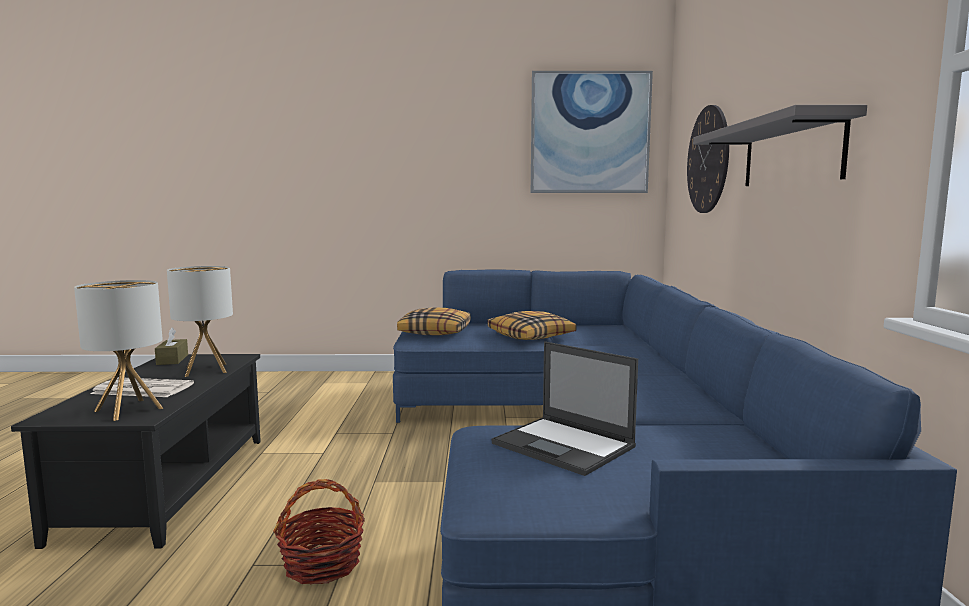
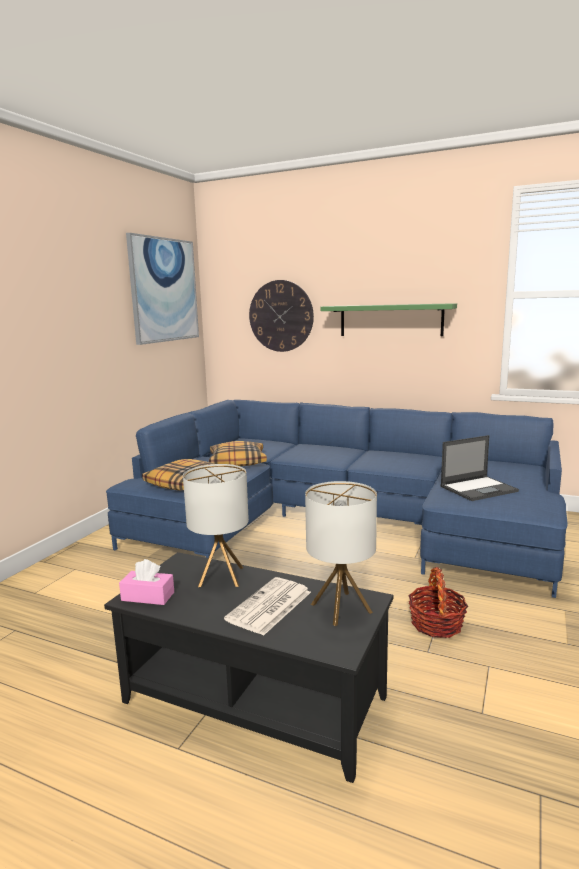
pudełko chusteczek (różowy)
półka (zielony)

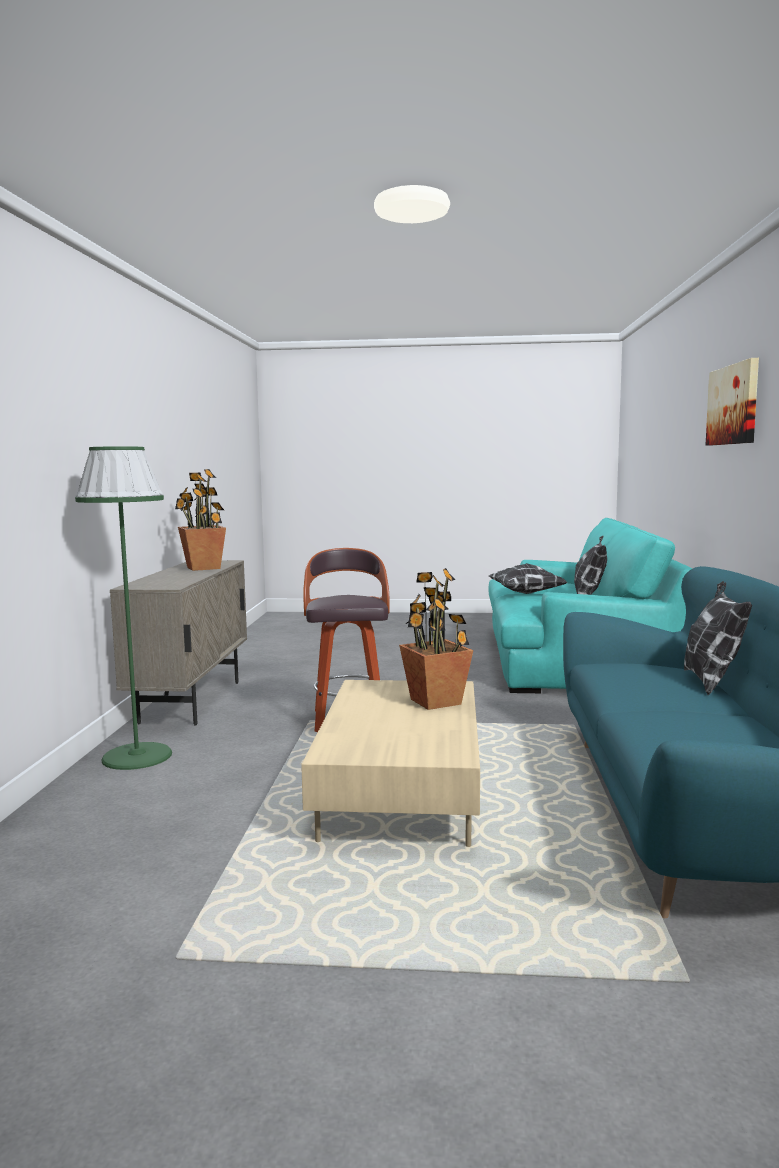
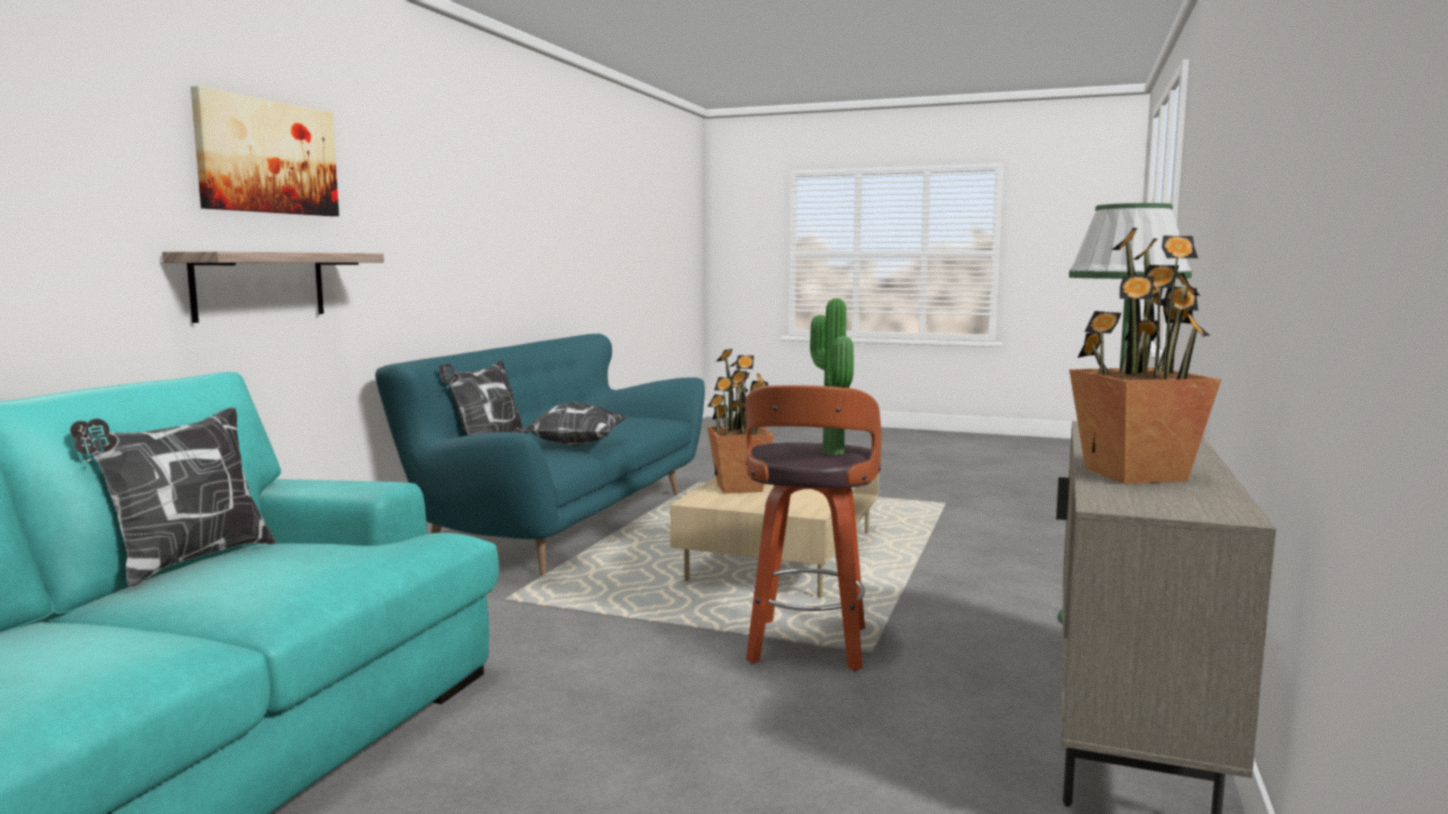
poduszka (no. 3 from left)
półka
roślina doniczkowa (no. 2 from left)

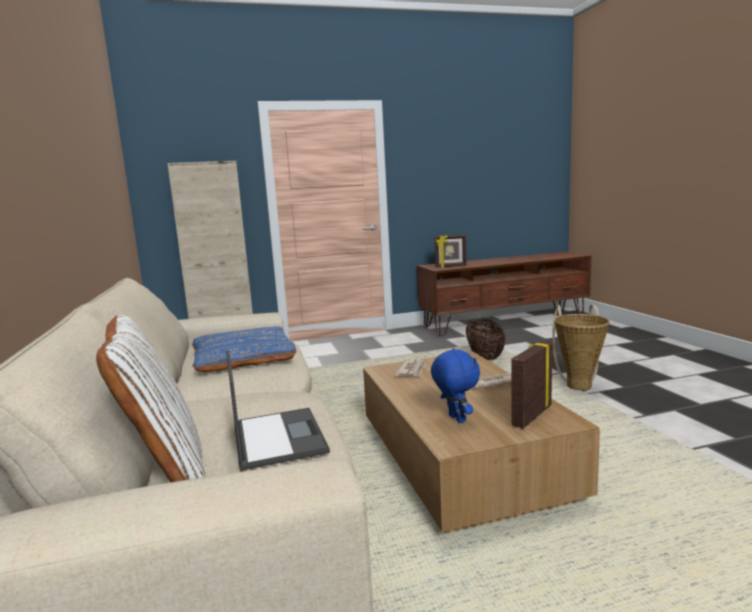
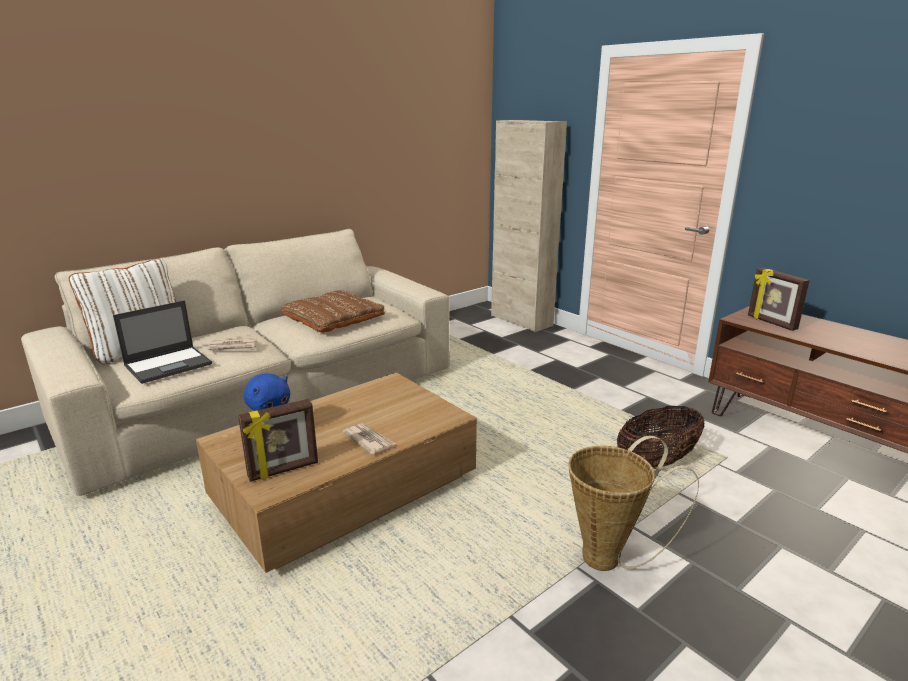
poduszka (brązowy)
gazeta (no. 1 from left)
ramka na zdjęcie (no. 1 from left)

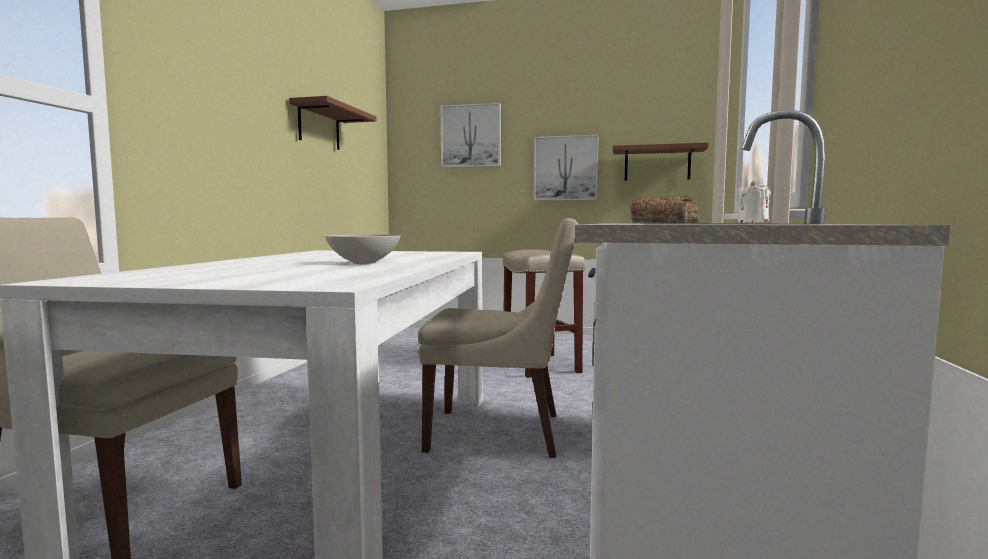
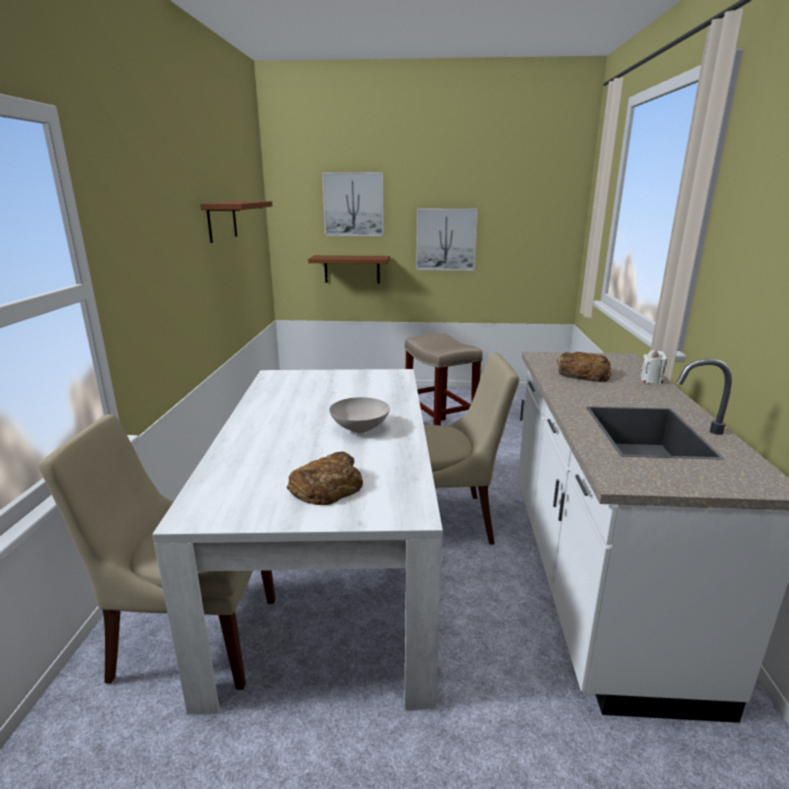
półka (brązowy) (no. 2 from left)
chleb (no. 1 from left)

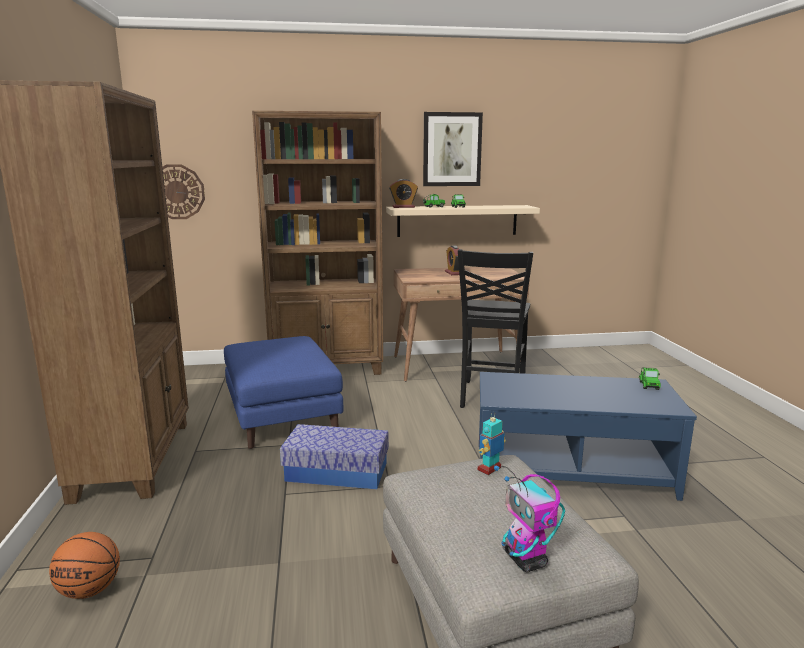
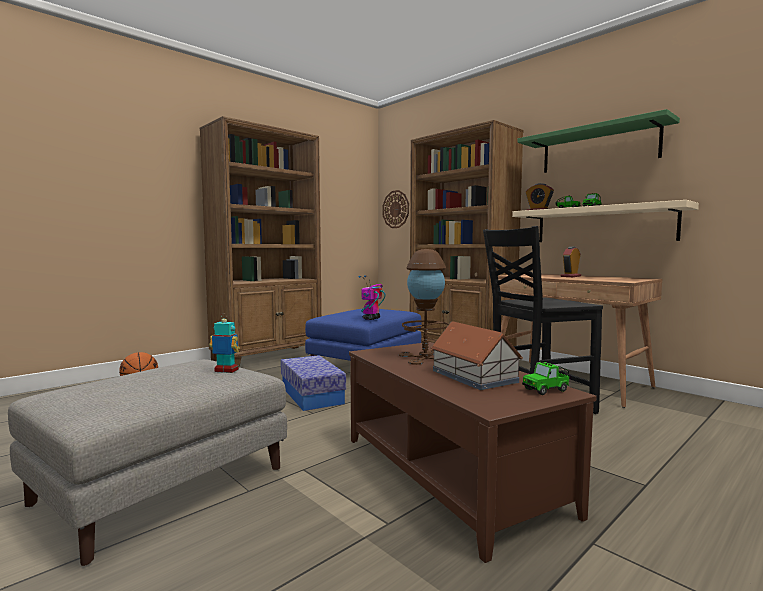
półka (zielony)
ława (brązowy)
robot zabawkowy (no. 2 from left)
lampa stołowa (brązowy)
domek

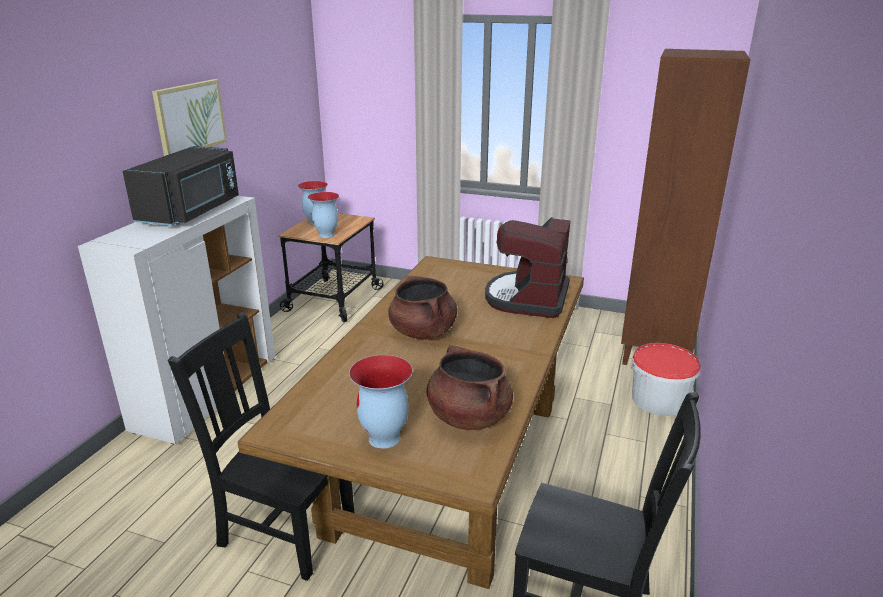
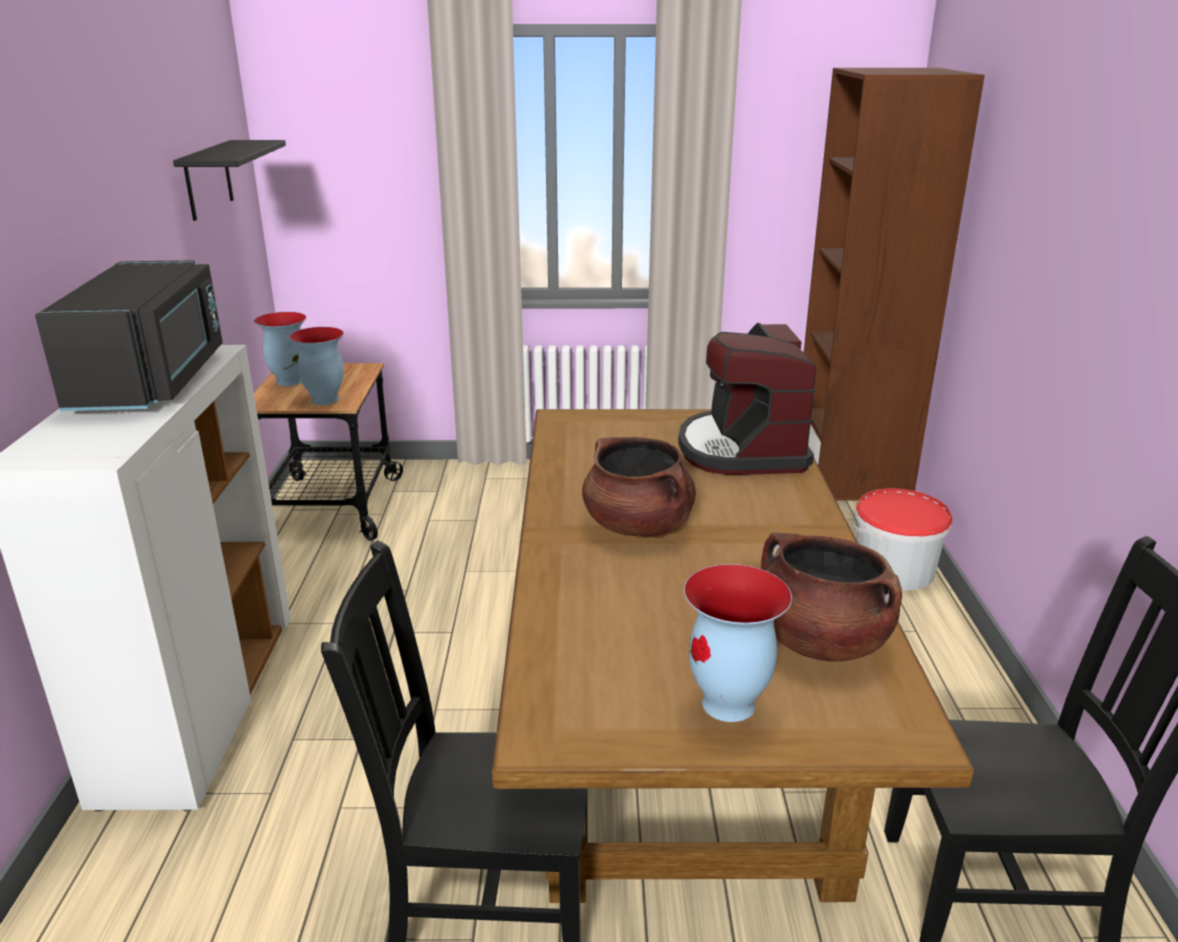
obraz
półka (czarny)

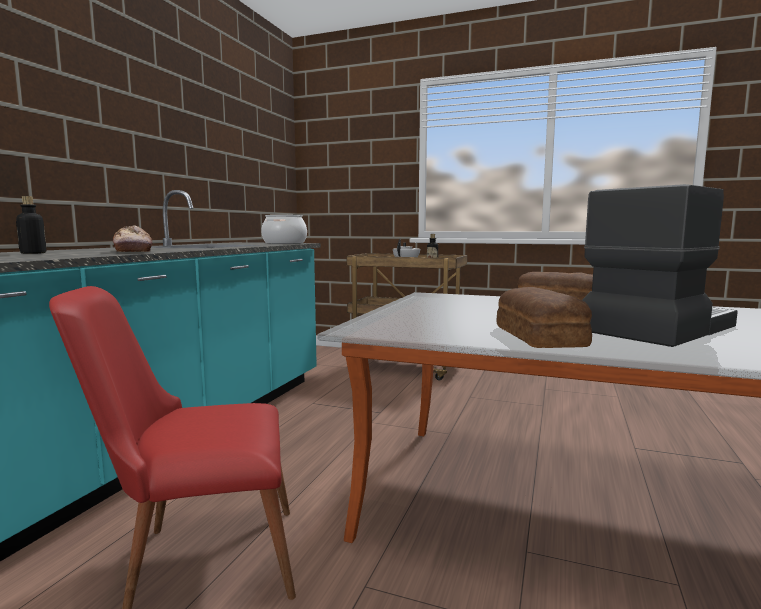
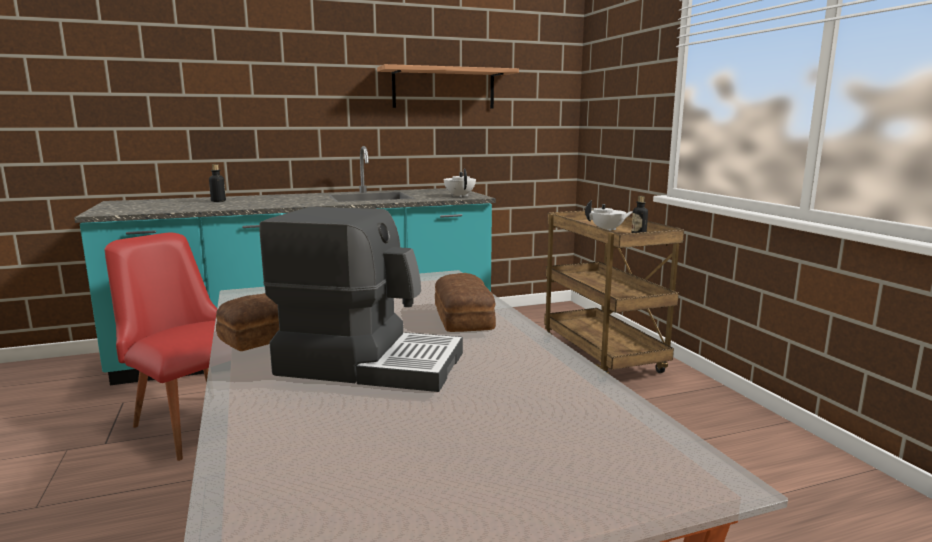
chleb (no. 1 from left in the first image)
imbryk (biały) (no. 1 from left)
półka

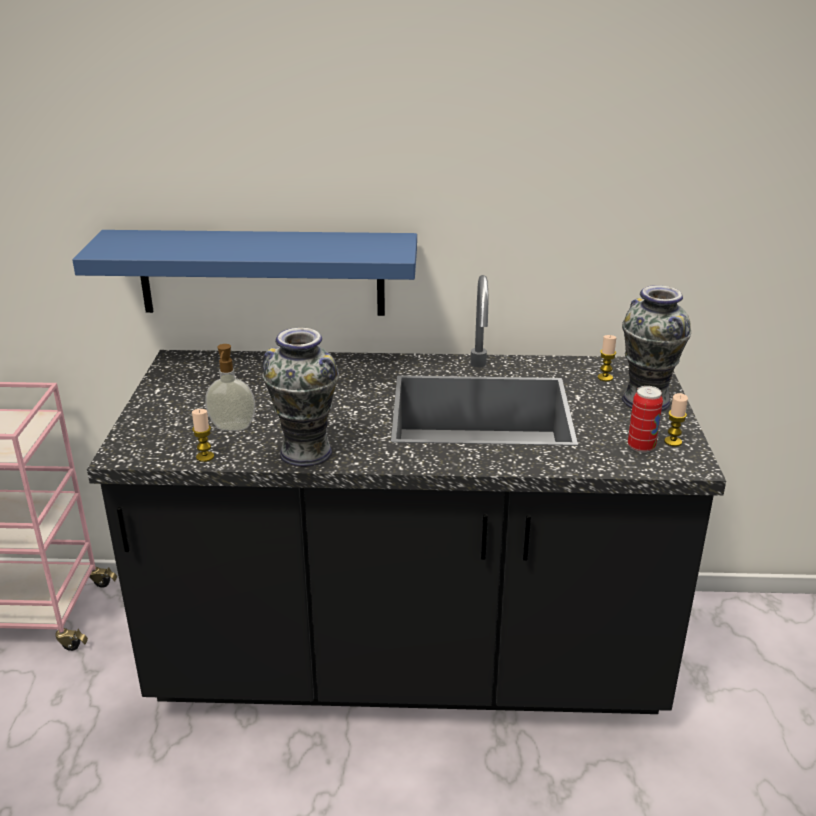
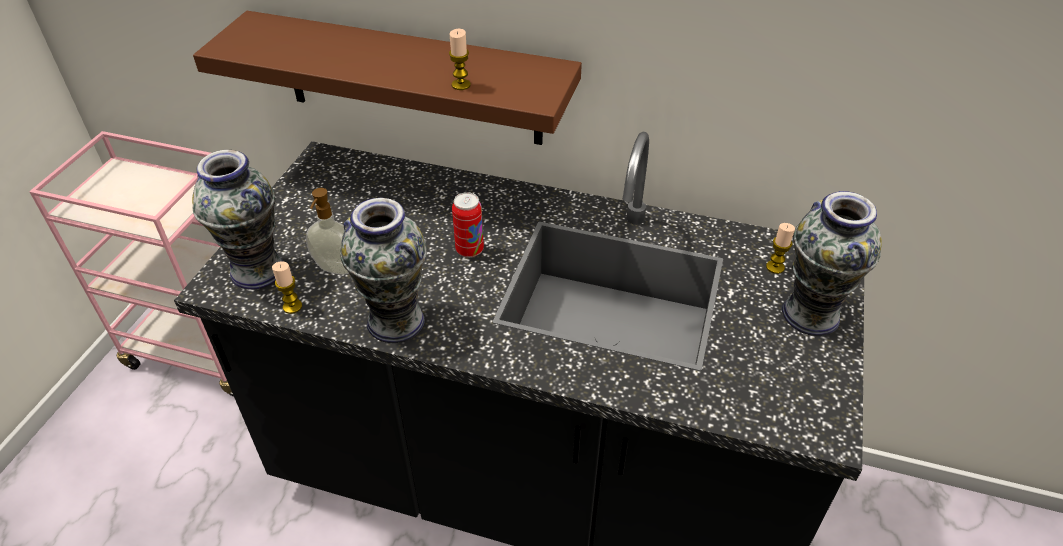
półka (brązowy)
puszka
świeca (no. 2 from left)
wazon (no. 1 from left)

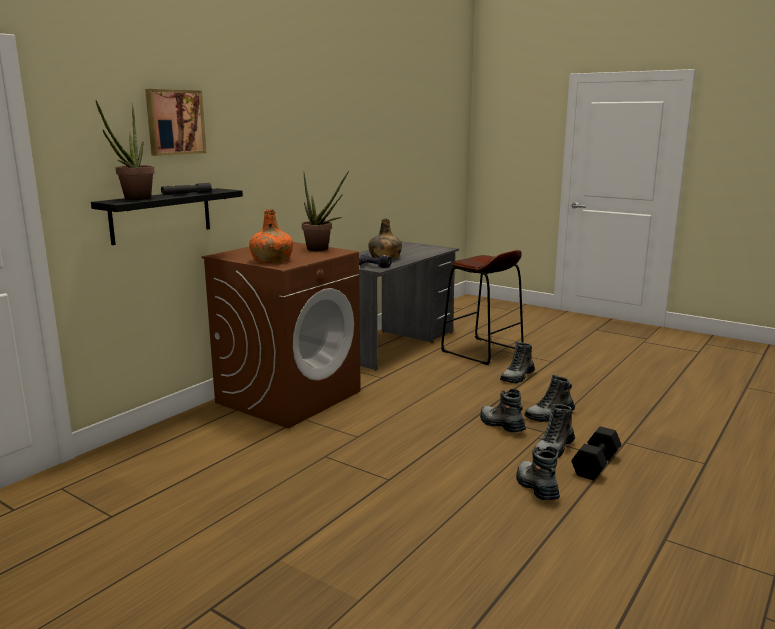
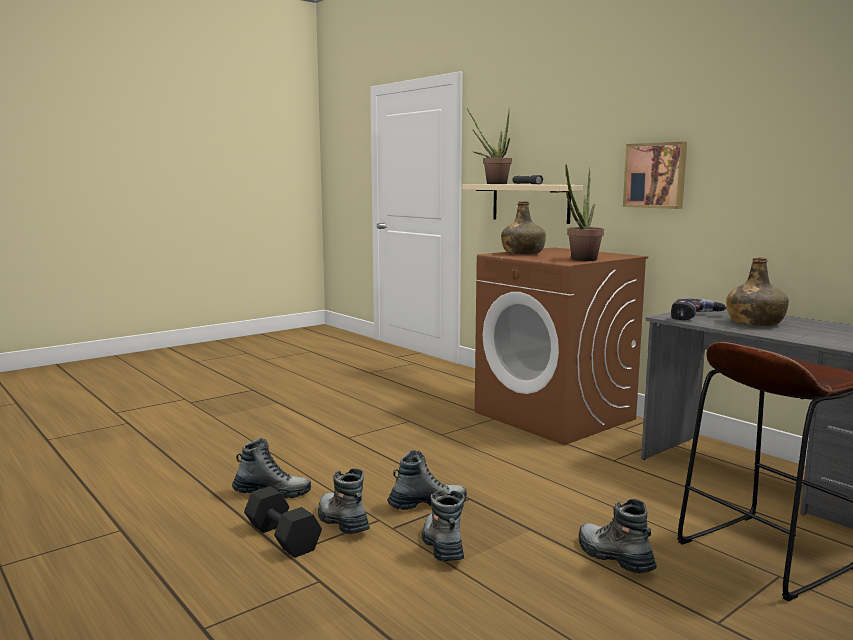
półka (beżowy)
obraz
butelka (zielony) (no. 1 from left)

